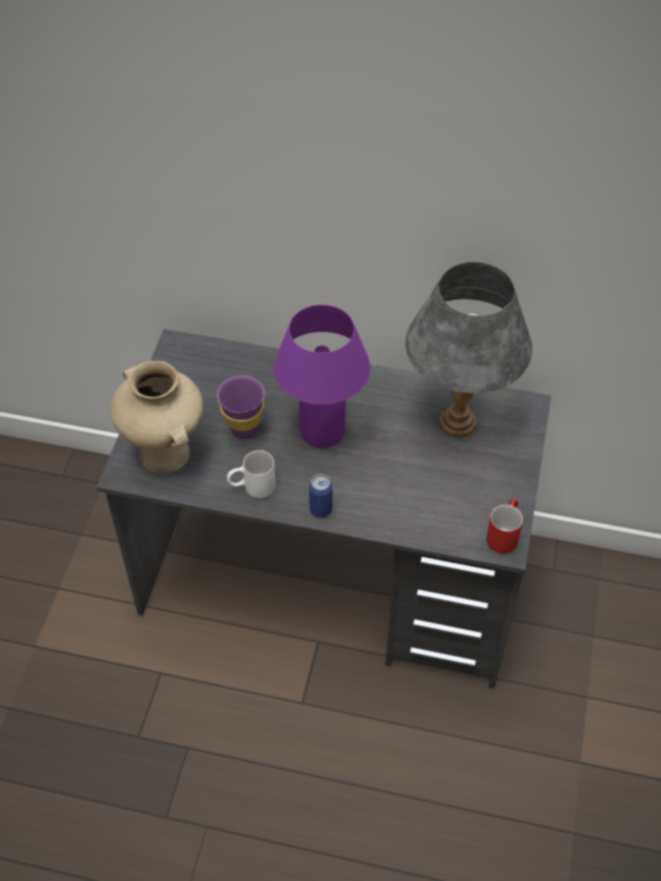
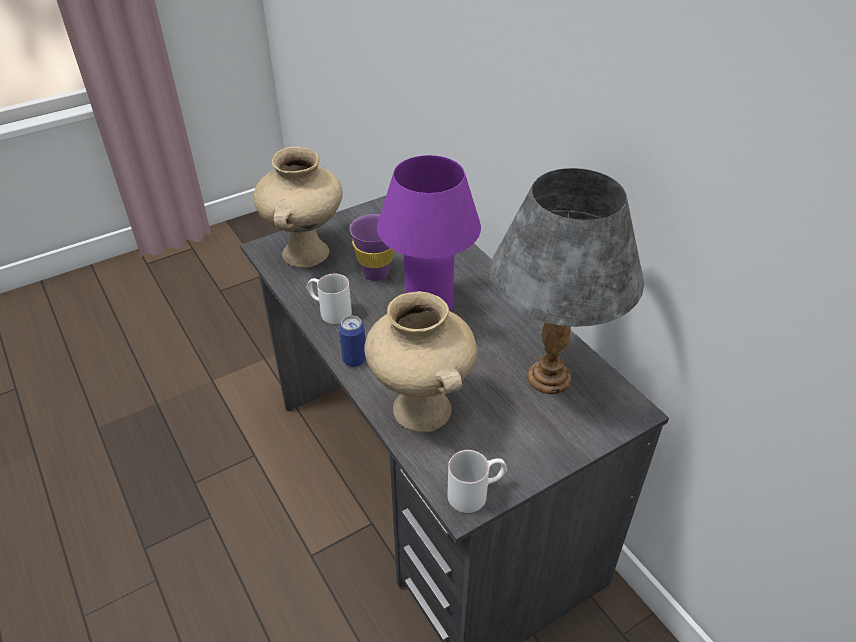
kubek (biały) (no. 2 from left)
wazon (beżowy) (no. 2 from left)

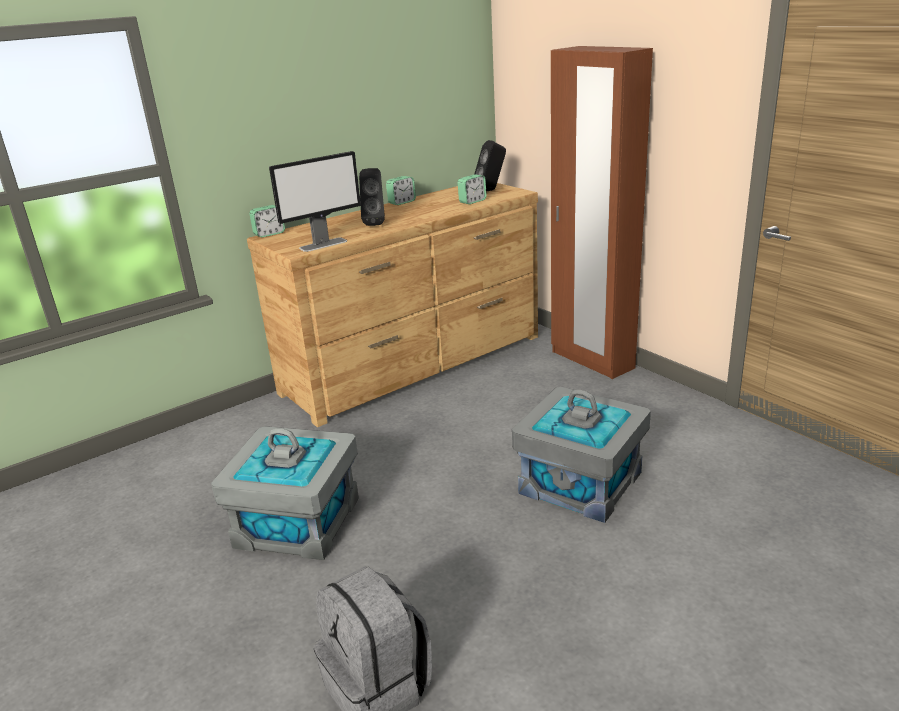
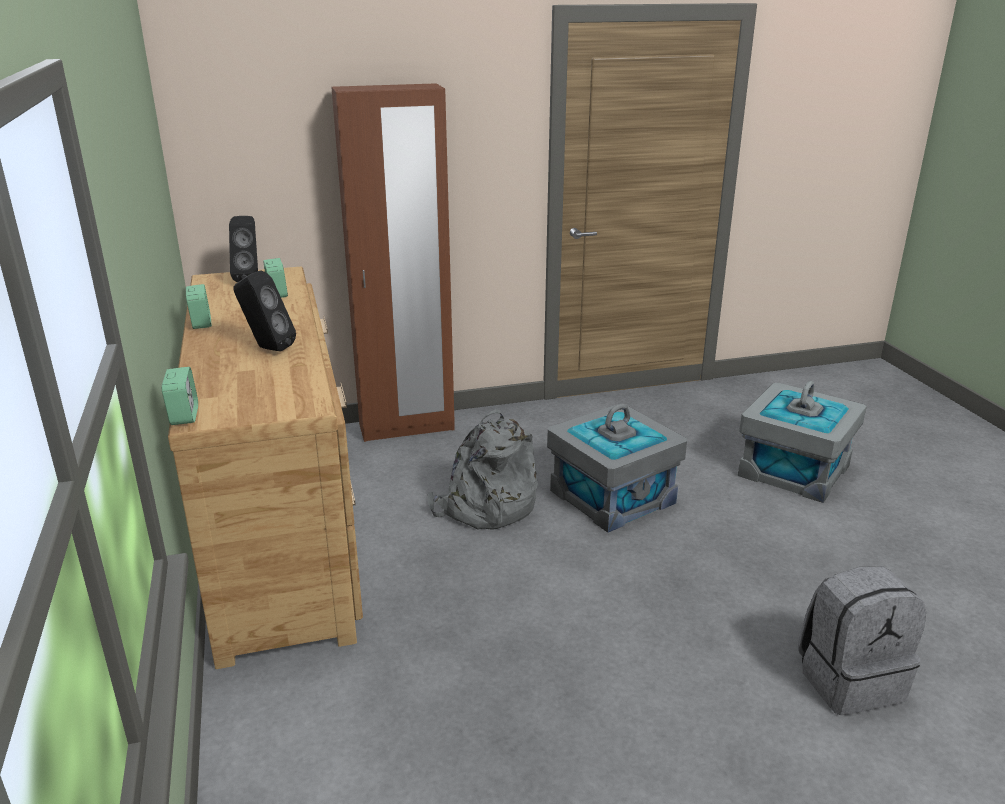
pojemnik do przechowywania (szary) (no. 2 from left)
monitor
plecak (szary) (no. 1 from left)

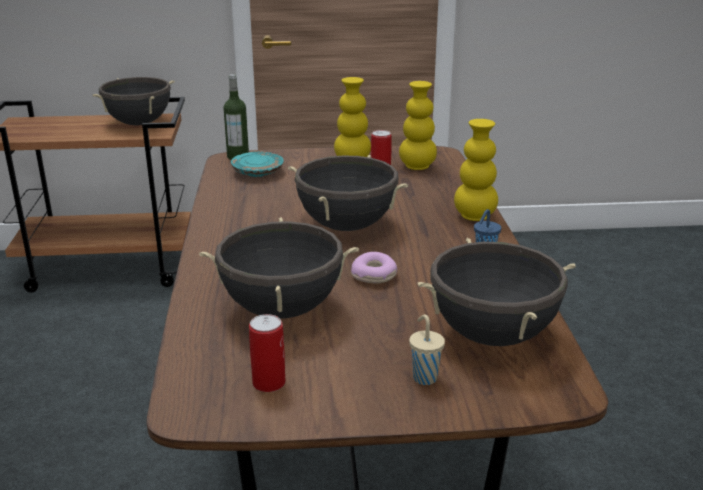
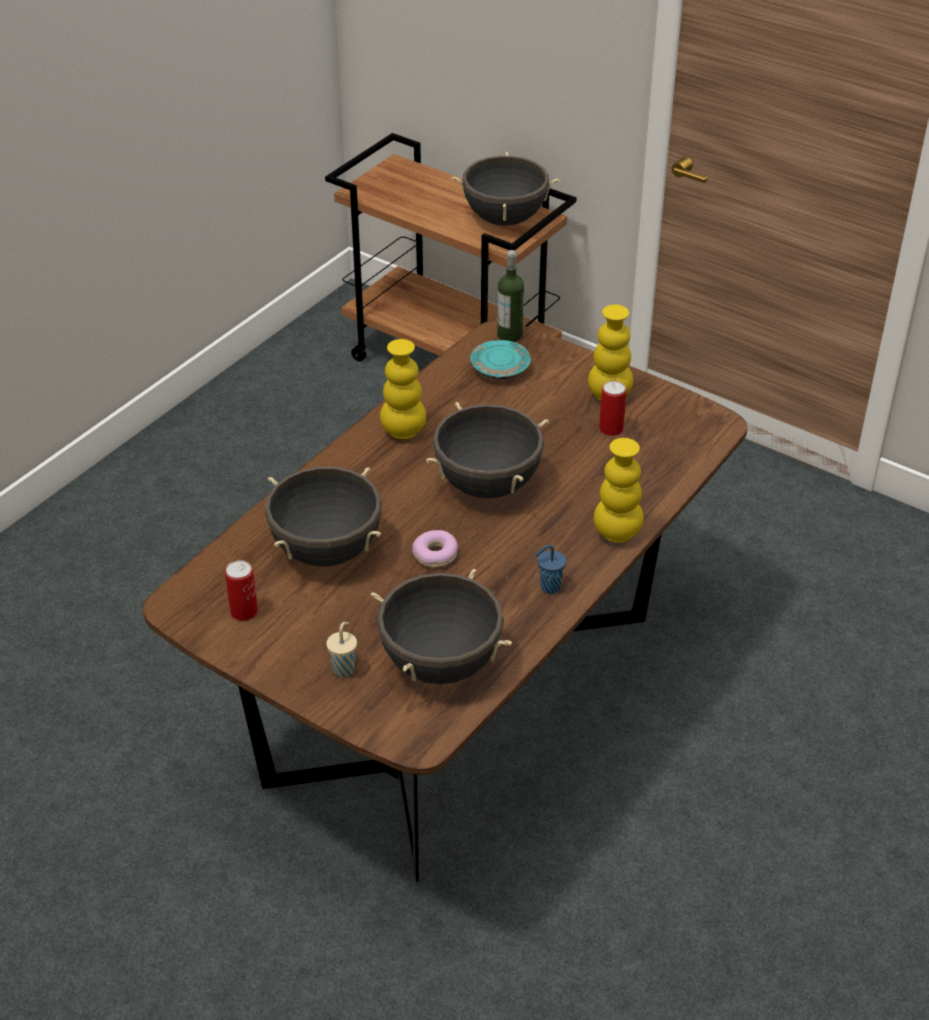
wazon (żółty) (no. 1 from left)

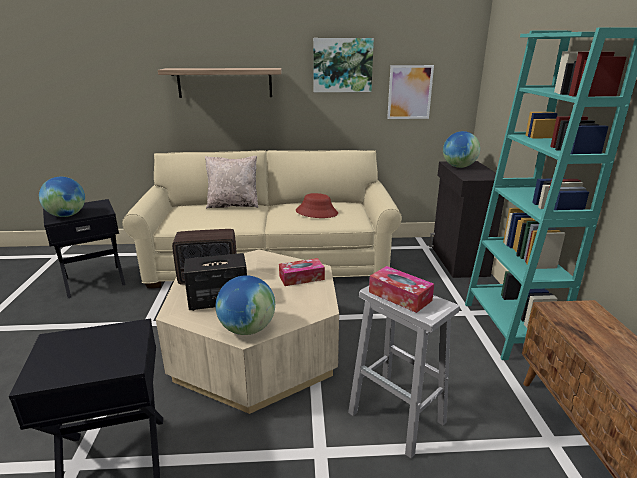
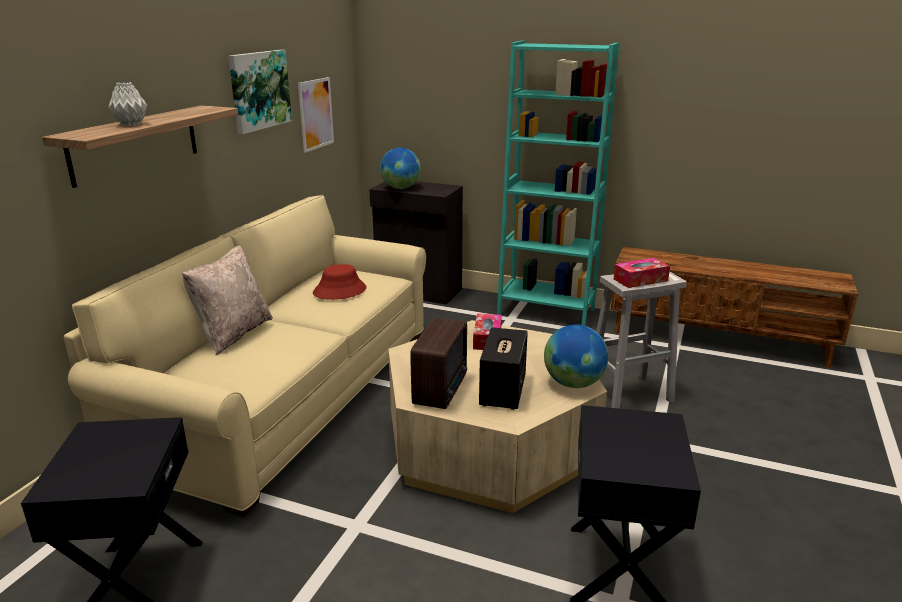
globus (no. 1 from left in the first image)
wazon (szary)

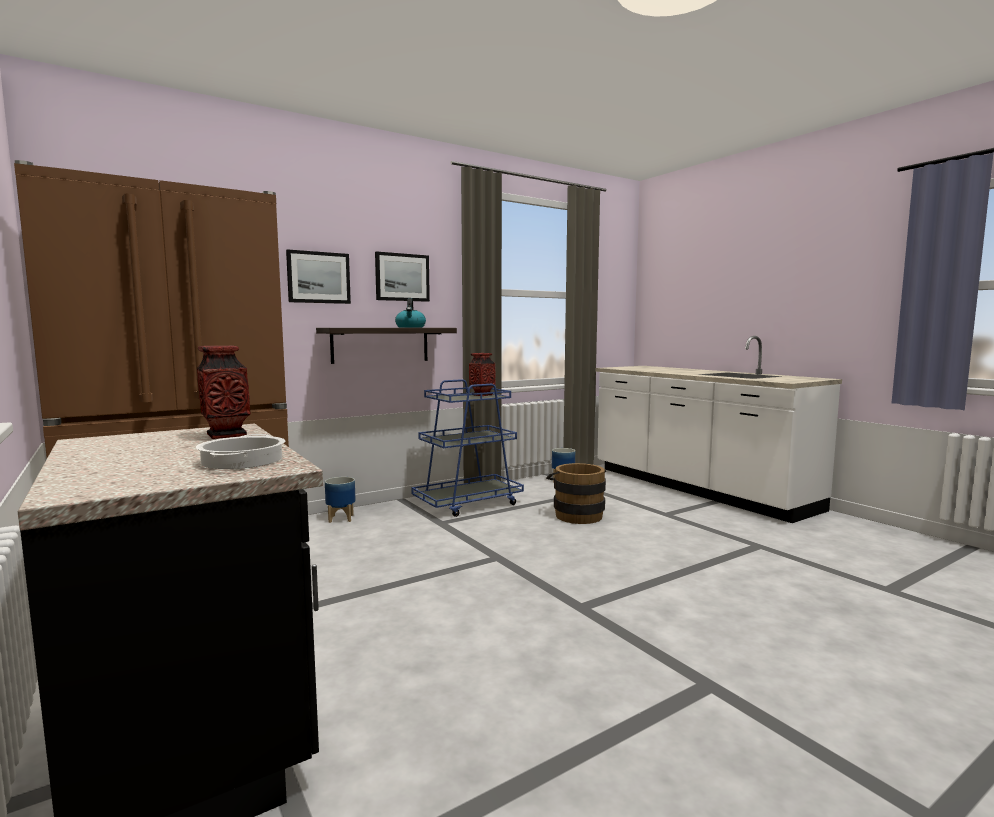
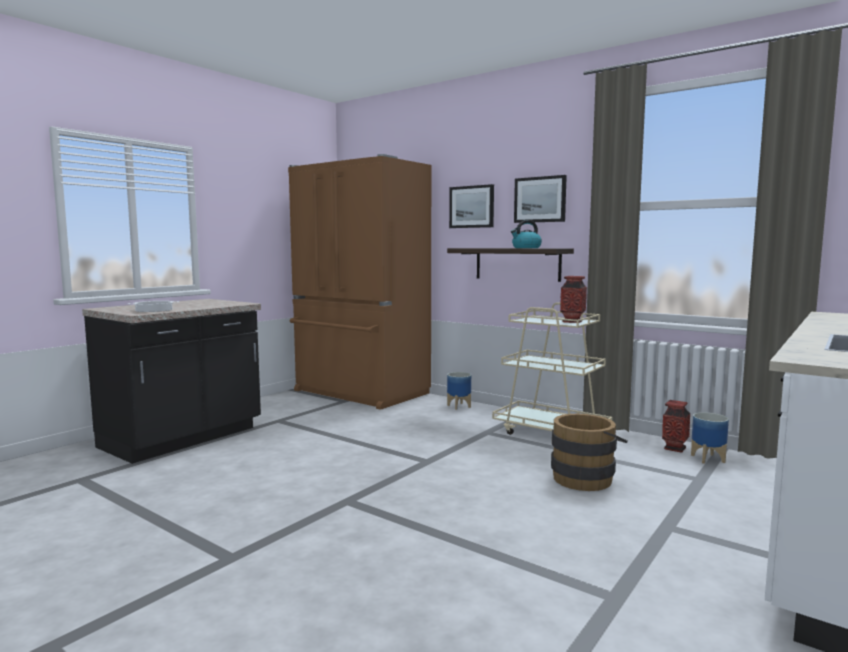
wazon (no. 2 from left)
wózek (beżowy)

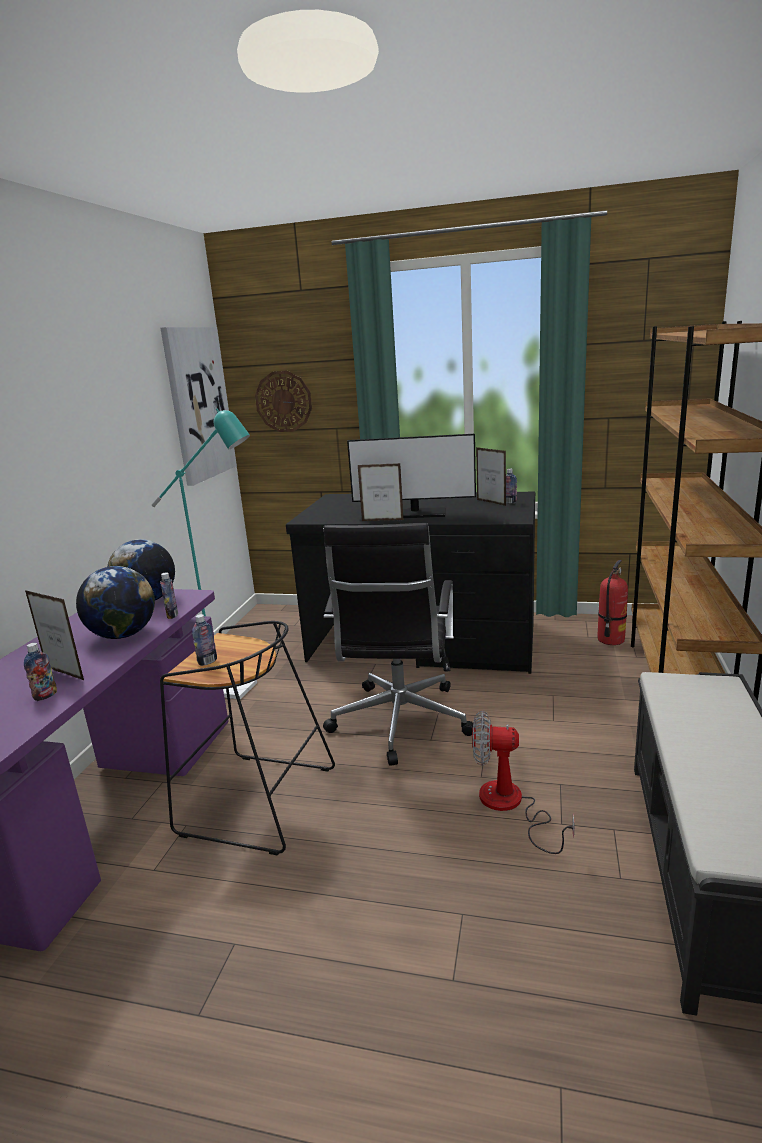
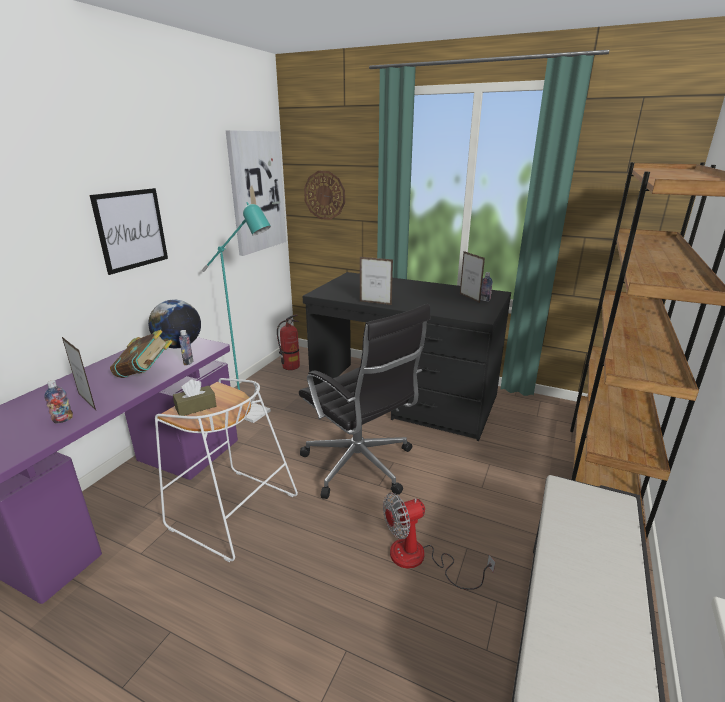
książka
stołek (biały)
pudełko chusteczek (brązowy)
krzesło biurowe (czarny)
monitor
wentylator
gaśnica
obraz (no. 1 from left)

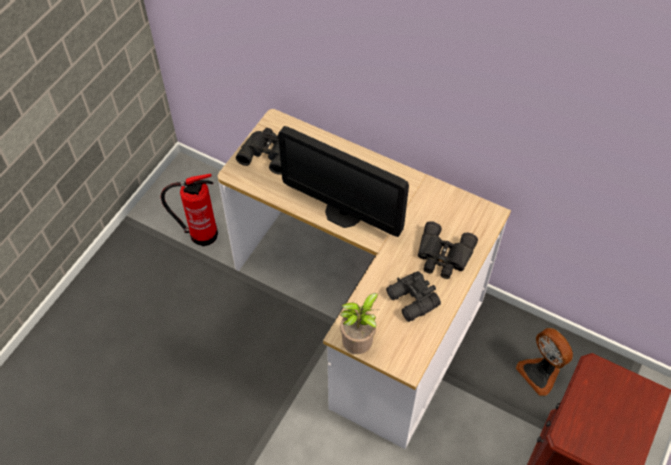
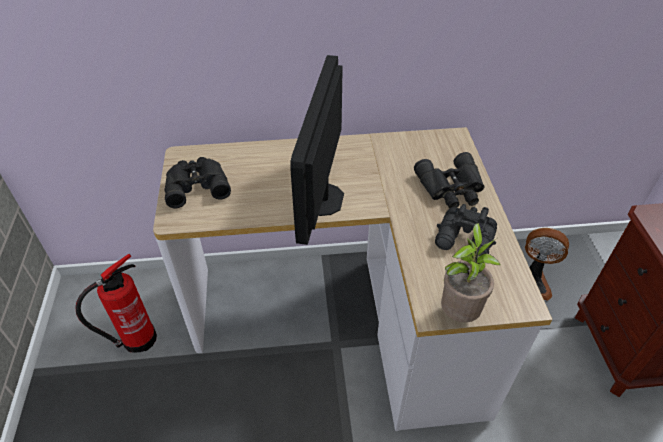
monitor

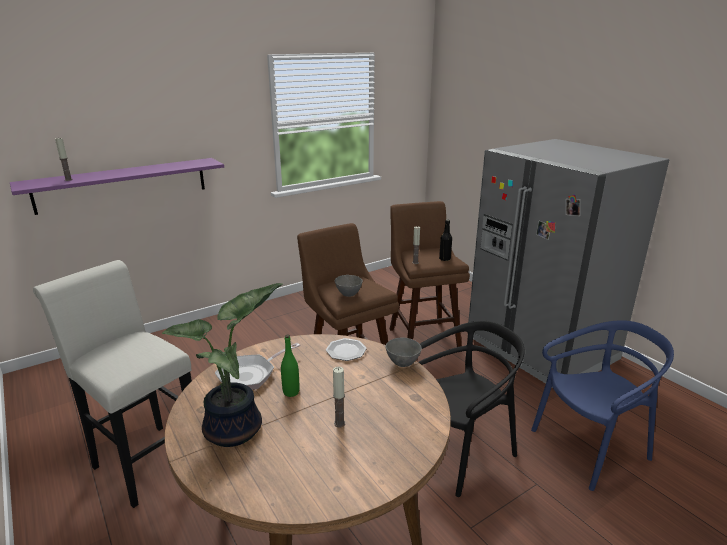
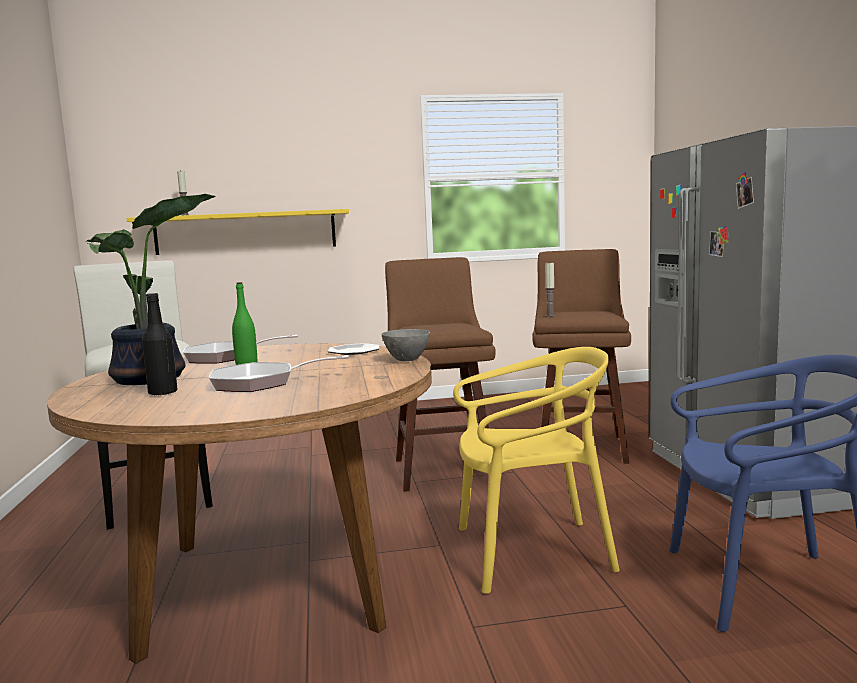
półka (żółty)
patelnia (no. 2 from left)
miska (szary) (no. 1 from left in the first image)
krzesło (żółty)
butelka (czarny)

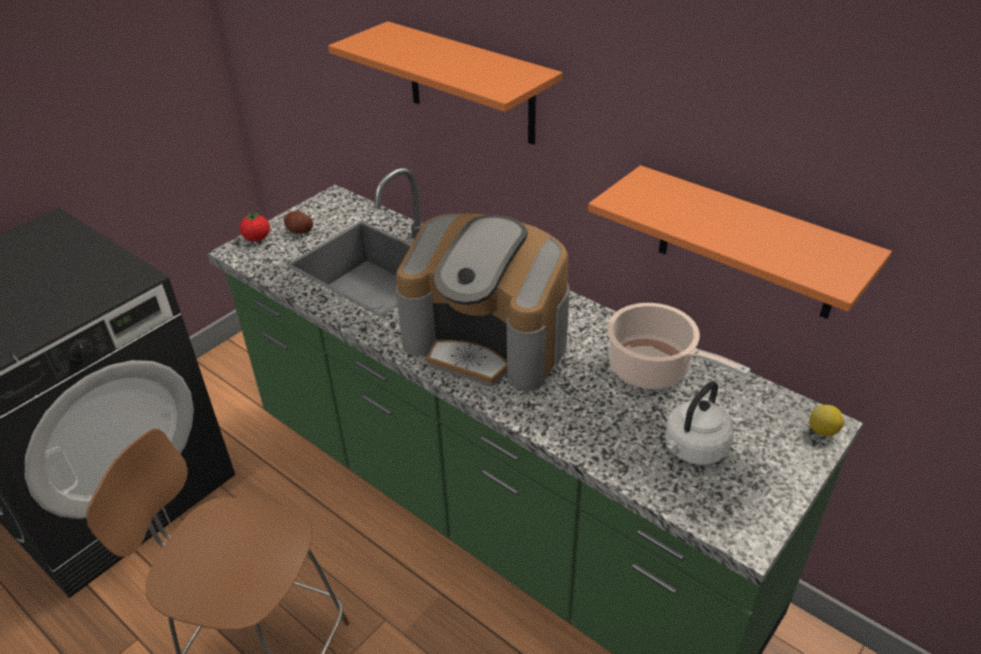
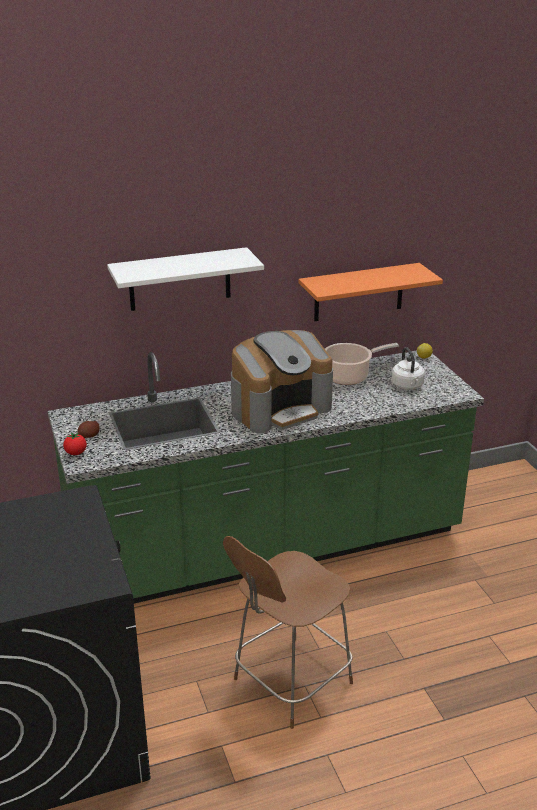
półka (biały)

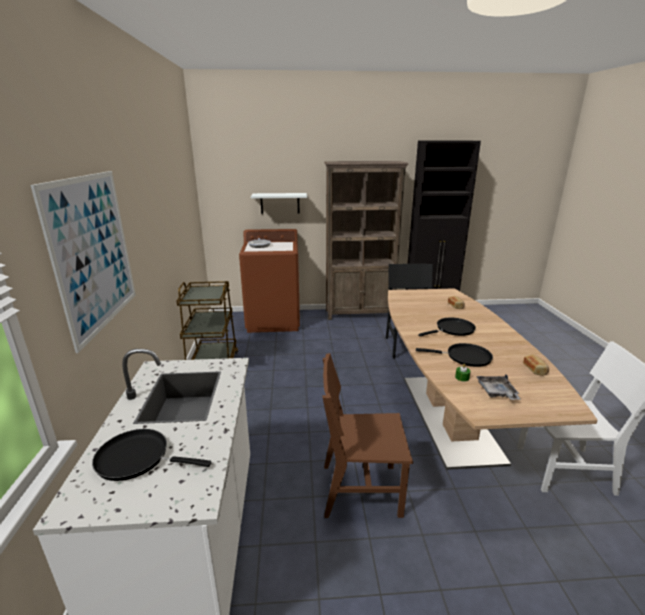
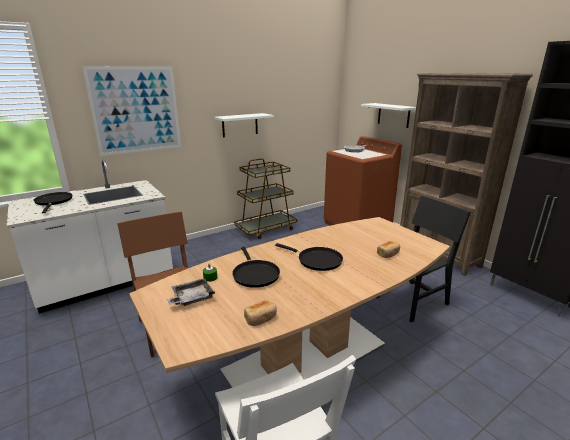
półka (biały) (no. 1 from left)

